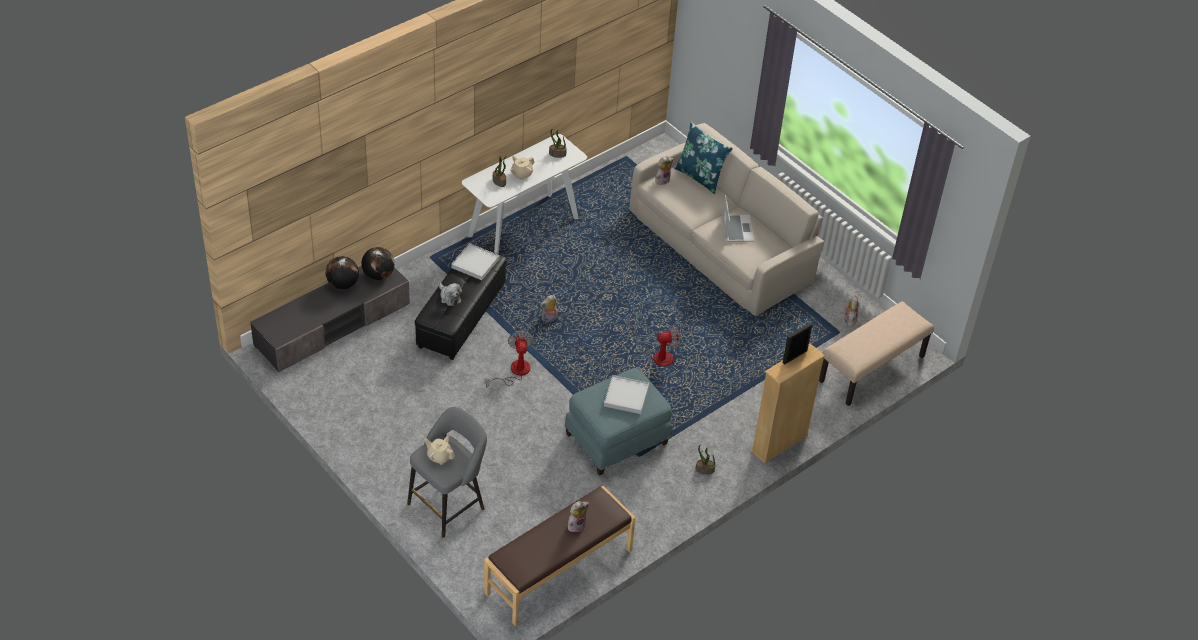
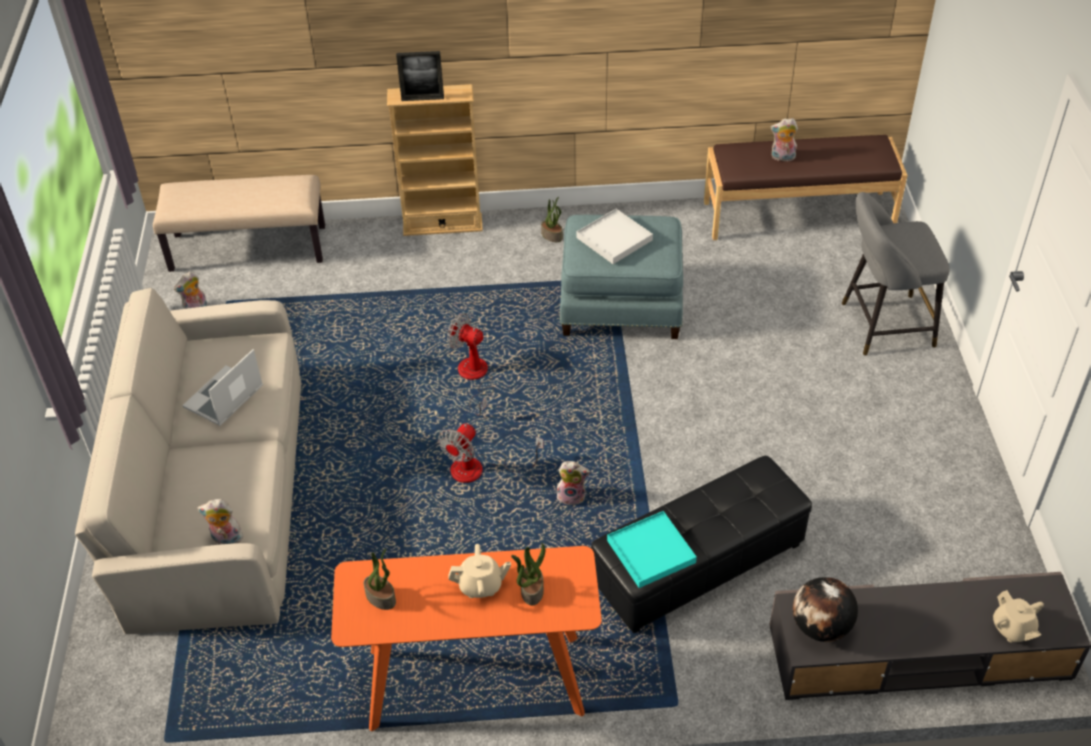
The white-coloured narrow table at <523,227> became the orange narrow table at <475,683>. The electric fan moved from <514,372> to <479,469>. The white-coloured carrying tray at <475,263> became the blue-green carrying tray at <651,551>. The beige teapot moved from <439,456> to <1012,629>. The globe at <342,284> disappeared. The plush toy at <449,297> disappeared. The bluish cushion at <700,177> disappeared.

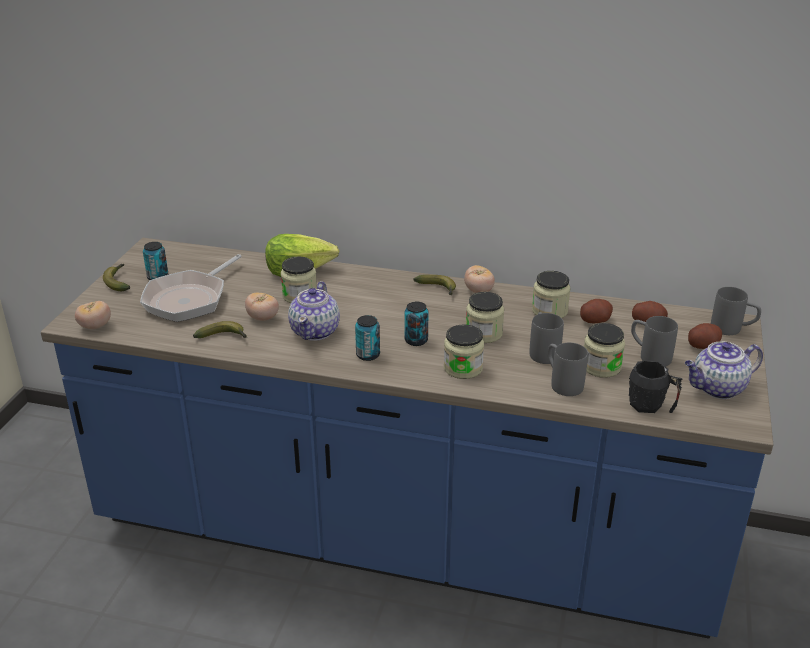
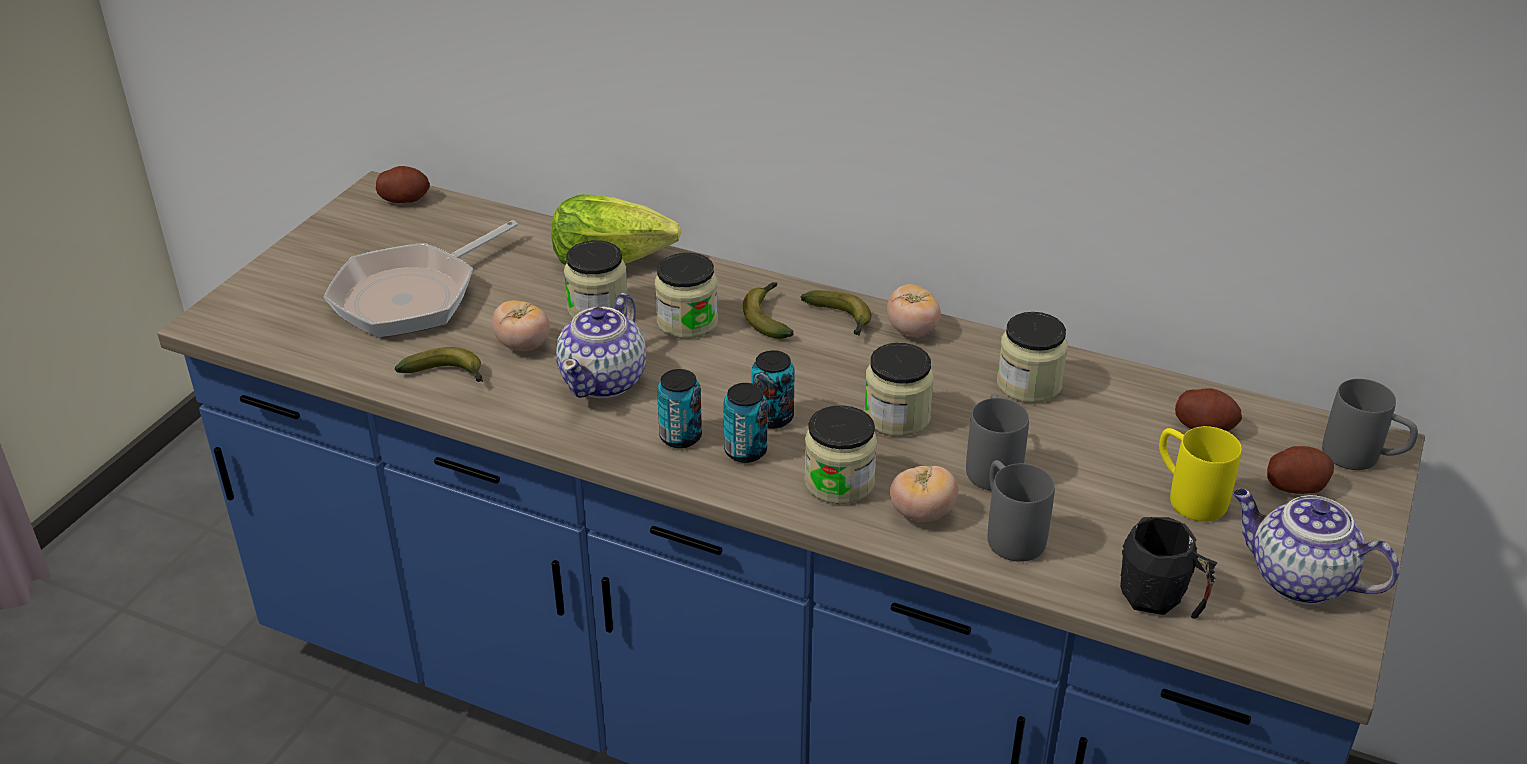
The potato moved from <595,320> to <404,199>. The jar moved from <601,367> to <687,322>. The can moved from <158,277> to <745,451>. The banana fruit moved from <118,281> to <768,317>. The whole tomato moved from <95,326> to <922,513>. The grey tea mug at <649,356> became the yellowish tea mug at <1187,495>. The teapot at <717,389> turned 45 degrees clockwise.

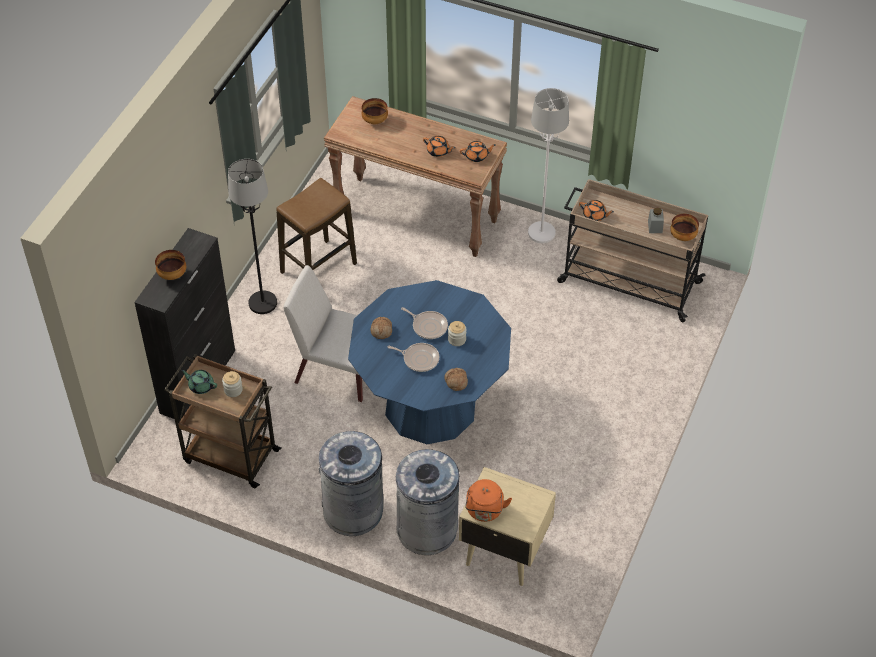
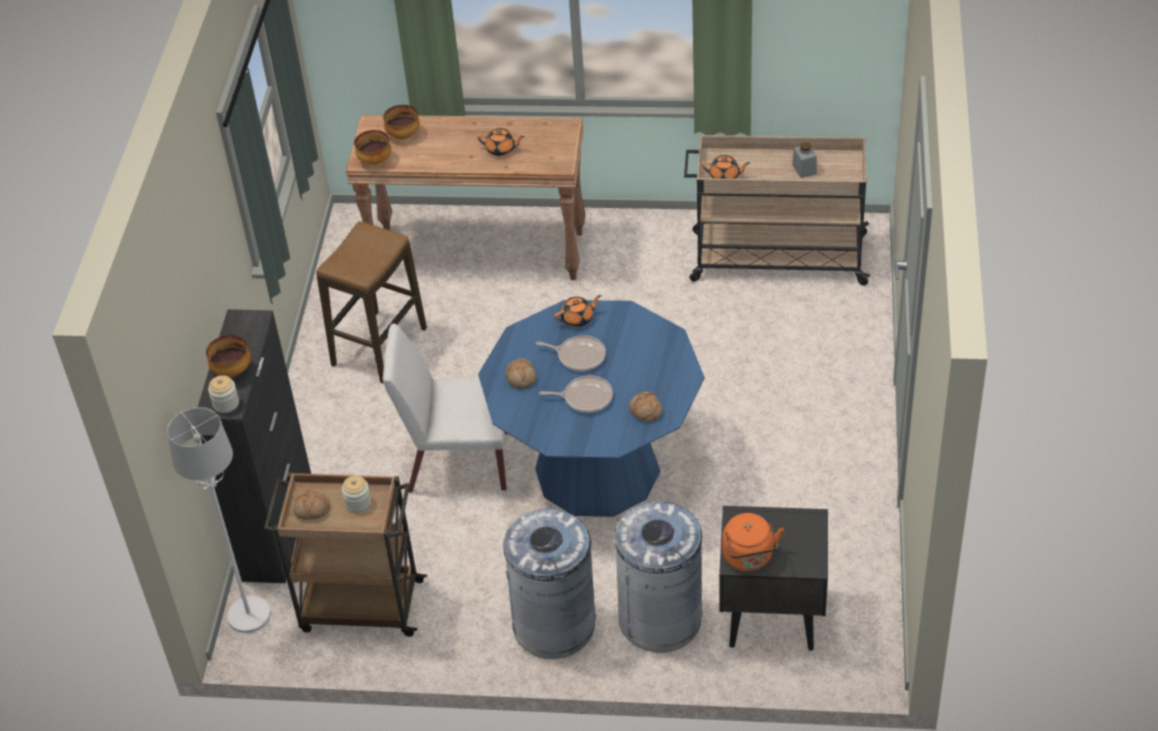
The white-coloured standard lamp moved from <542,233> to <249,615>. The jar moved from <457,339> to <226,404>. The greenish teapot at <201,386> was replaced by the bread at <312,510>. The deep dish moved from <682,237> to <374,161>. The orange teapot moved from <477,156> to <578,318>. The beige bedside table at <503,551> became the blackish bedside table at <770,616>. The blackish standard lamp at <263,303> disappeared.

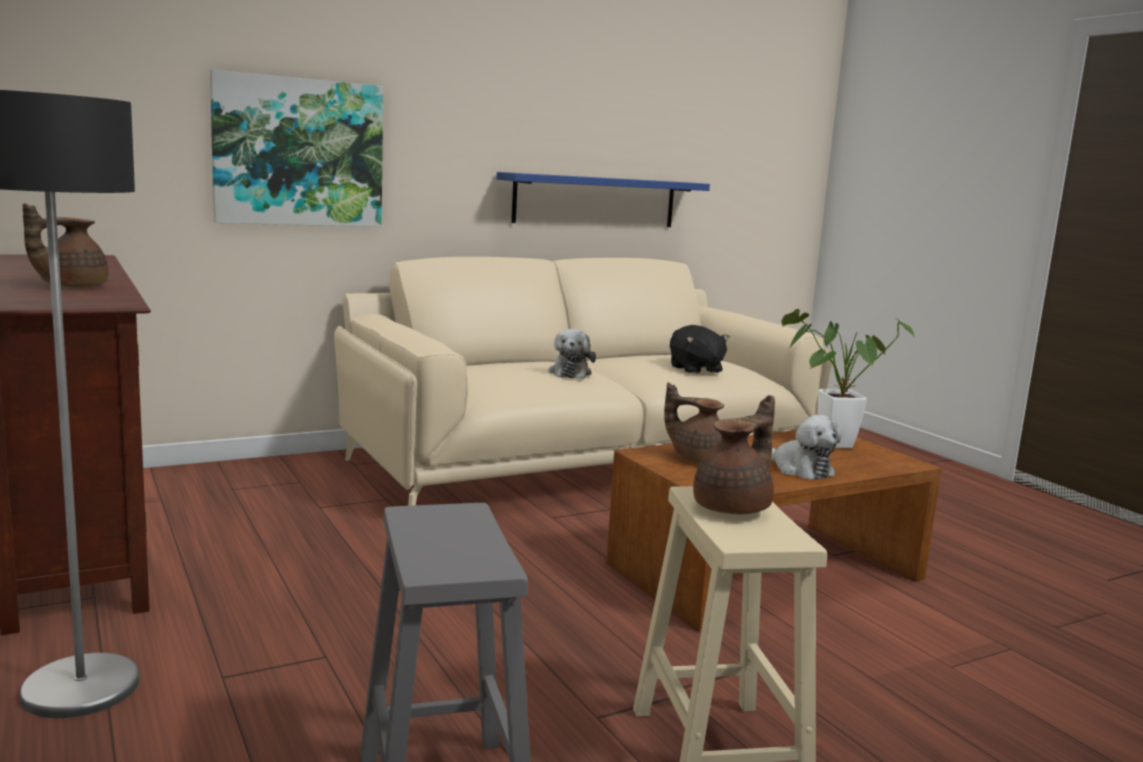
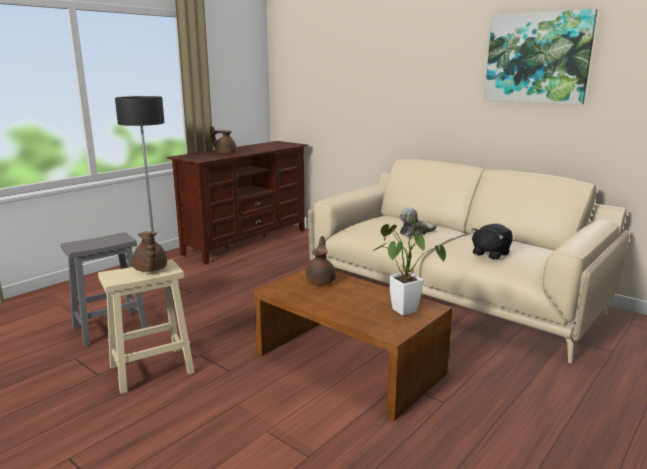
The brown teapot at <735,507> turned 45 degrees clockwise. The wall picture moved from <299,152> to <537,58>. The bluish shelf at <595,201> disappeared. The plush toy at <799,469> disappeared.

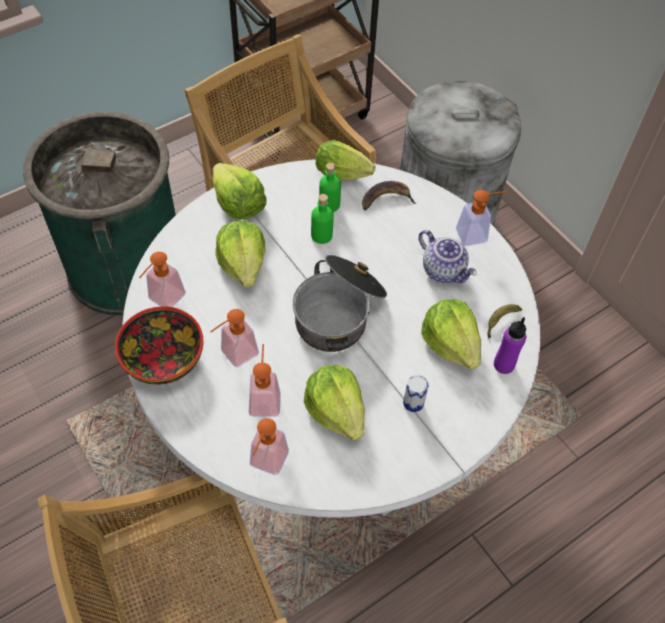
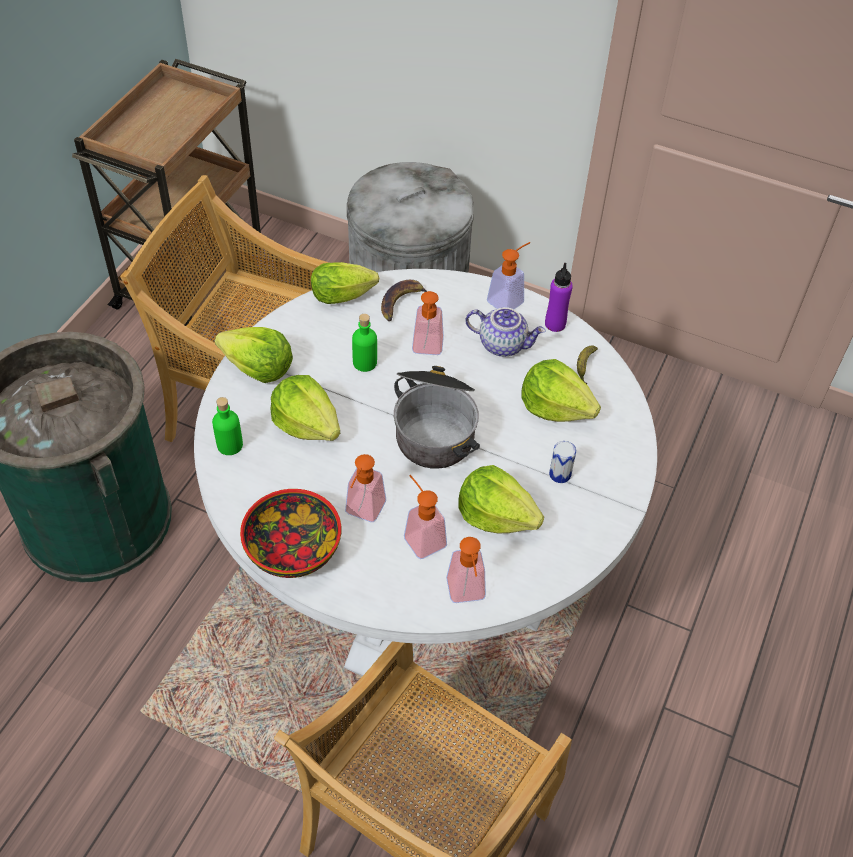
The greenish beverage bottle moved from <329,204> to <230,445>. The soap dispenser moved from <163,301> to <427,349>. The purple beverage bottle moved from <503,364> to <555,324>.

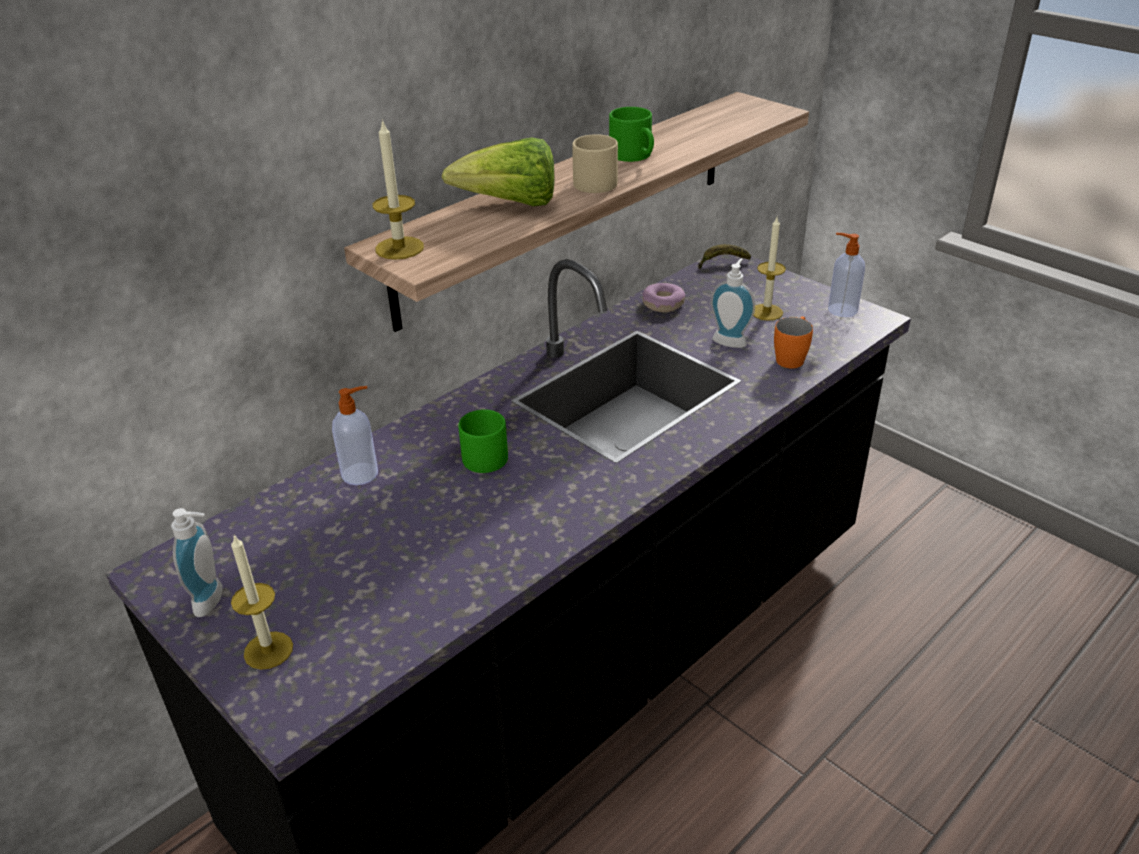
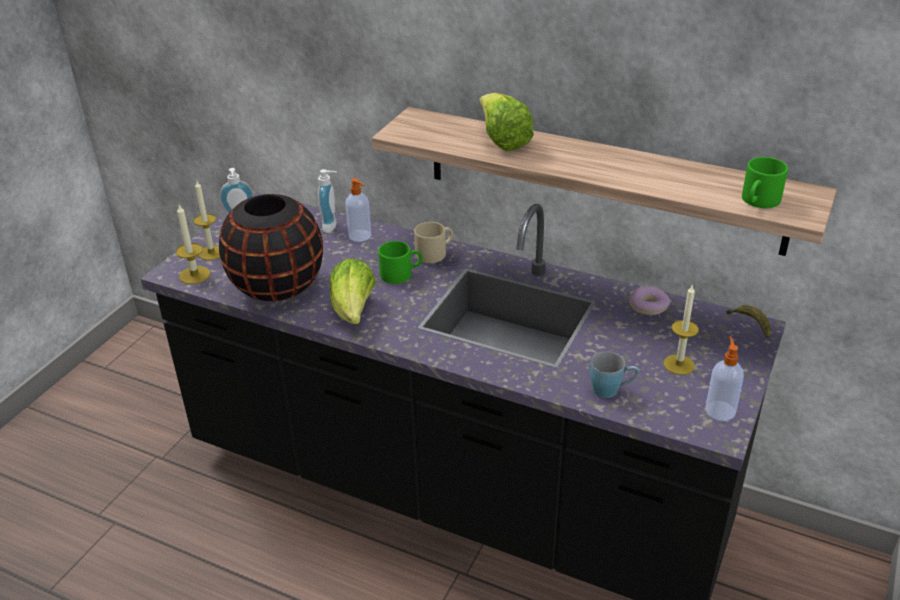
The wax light moved from <399,248> to <194,275>. The blackish flower vase at <277,287> appeared. The soap dispenser moved from <731,340> to <332,226>. The lettuce at <354,311> appeared. The beige tea mug moved from <592,181> to <435,252>. The orange tea mug at <792,357> became the bluish tea mug at <612,390>. The greenish tea mug moved from <635,156> to <759,202>.

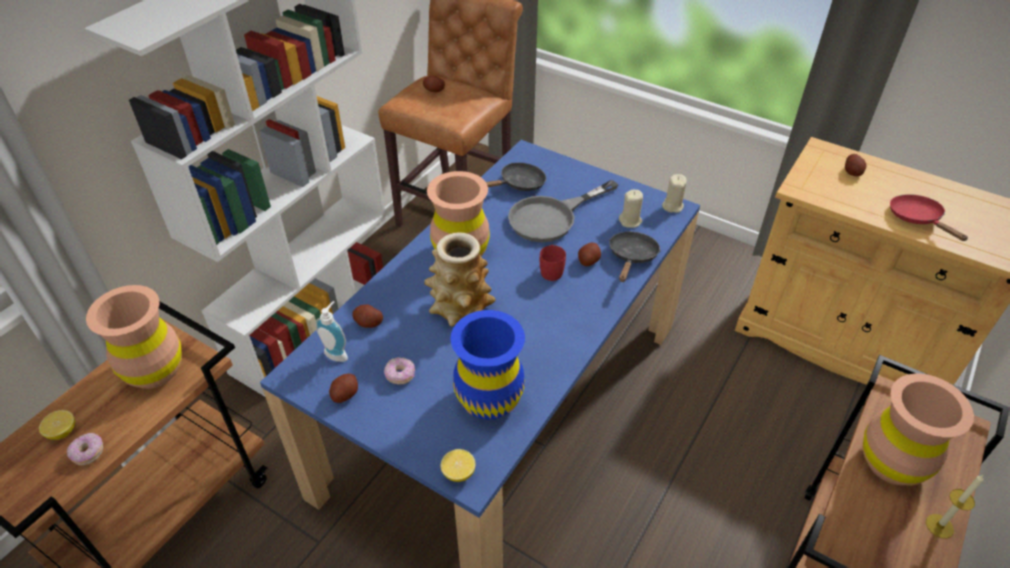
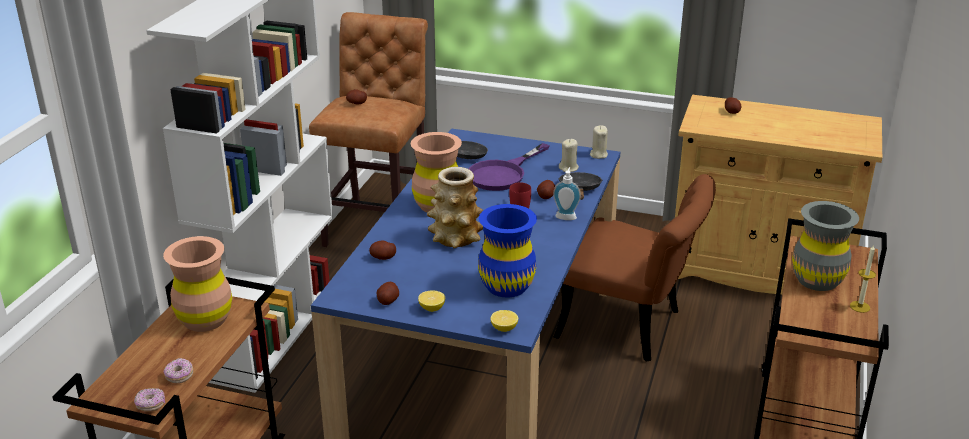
The donut moved from <400,375> to <151,405>. The citrus fruit moved from <62,432> to <432,308>. The grey skillet at <552,217> became the purple skillet at <503,174>. The soap dispenser moved from <337,353> to <566,216>. The brown plain chair at <631,327> appeared. The brown flower vase at <892,462> became the grey flower vase at <817,280>. The reddish skillet at <917,219> disappeared.

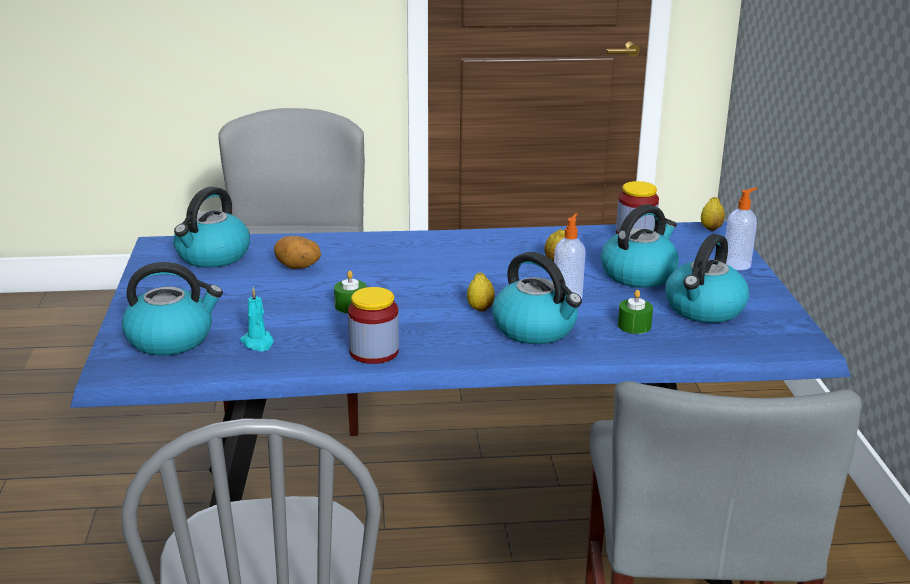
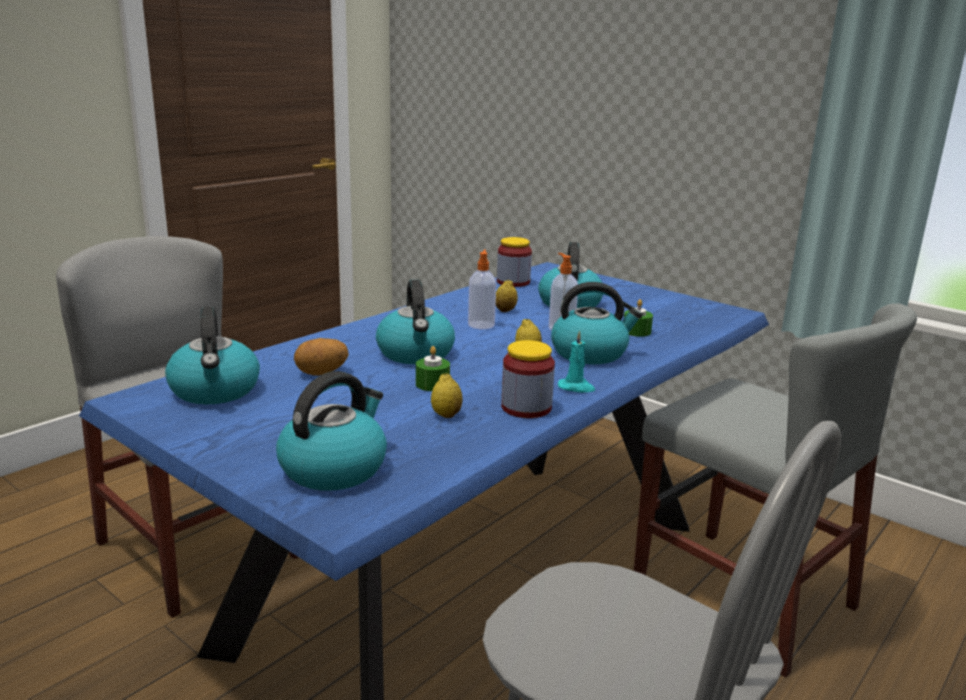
The kettle moved from <704,309> to <416,354>. The citrus fruit moved from <711,228> to <446,415>. The soap dispenser moved from <737,264> to <481,325>. The blue-green wax light moved from <258,343> to <576,387>.

